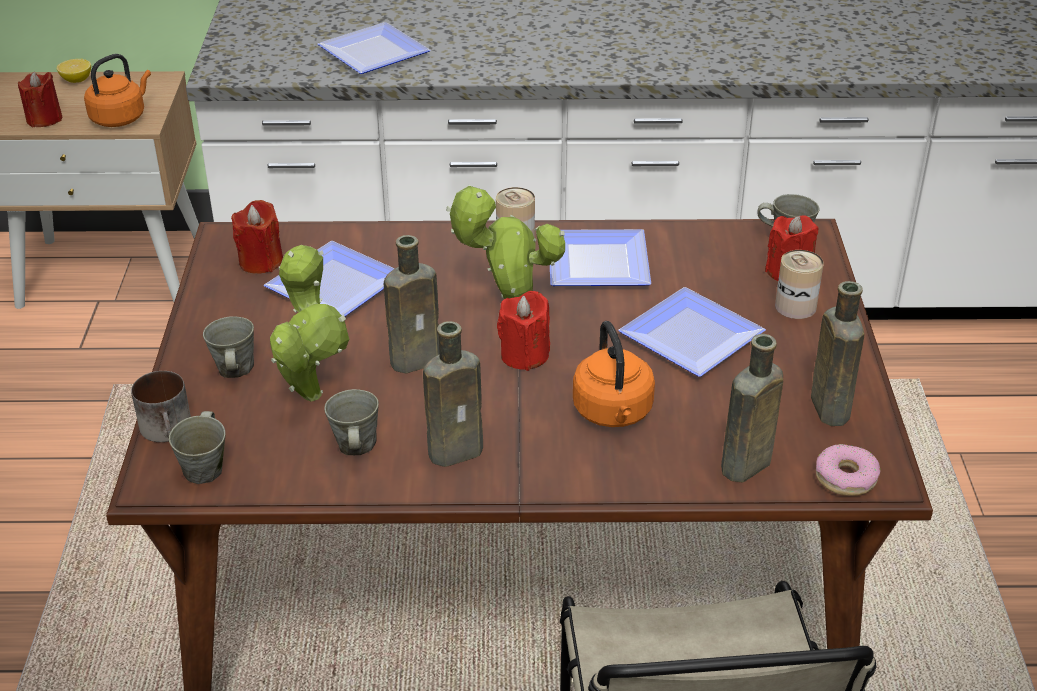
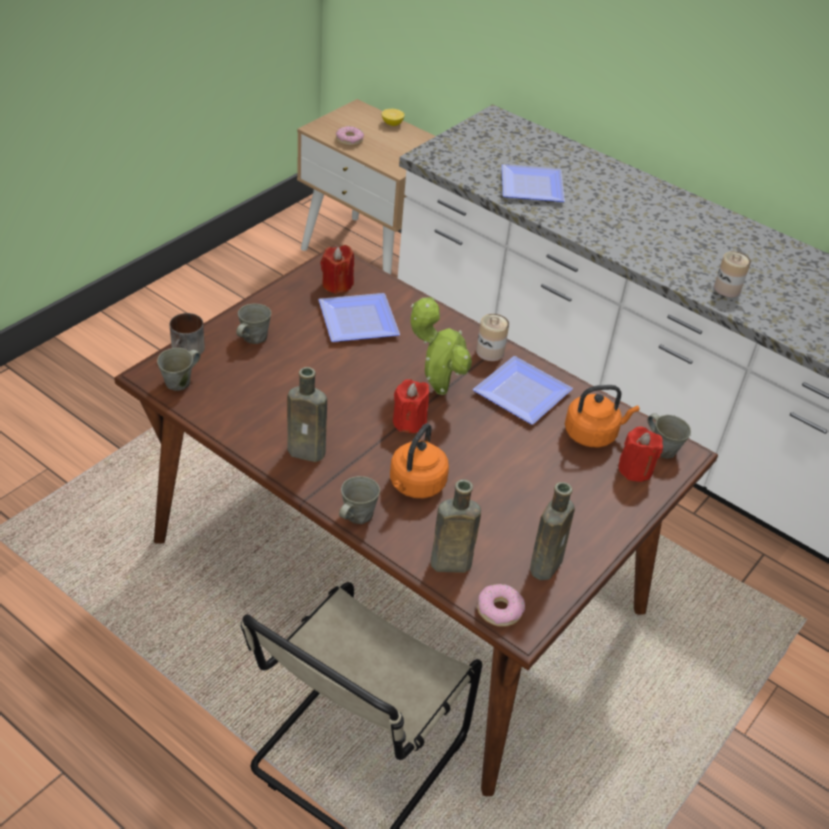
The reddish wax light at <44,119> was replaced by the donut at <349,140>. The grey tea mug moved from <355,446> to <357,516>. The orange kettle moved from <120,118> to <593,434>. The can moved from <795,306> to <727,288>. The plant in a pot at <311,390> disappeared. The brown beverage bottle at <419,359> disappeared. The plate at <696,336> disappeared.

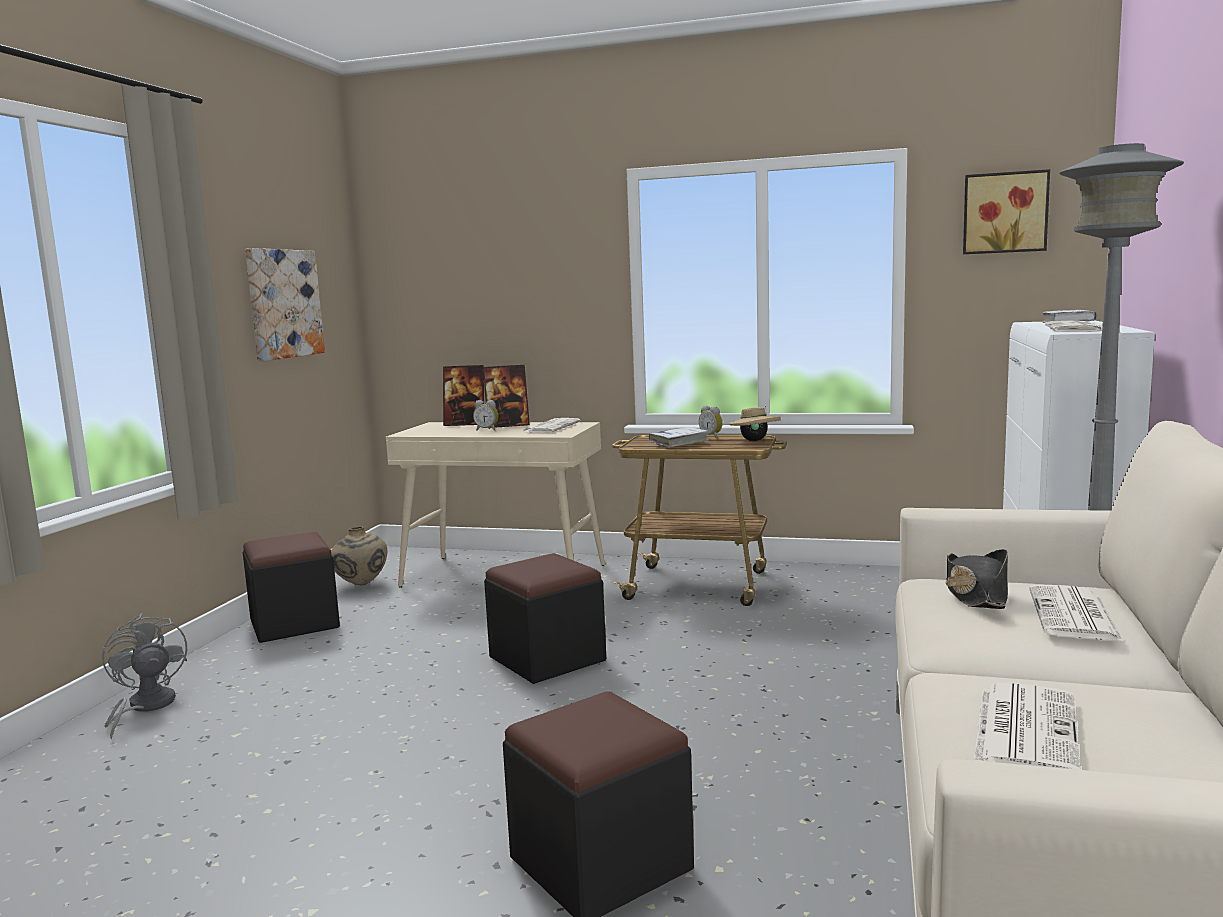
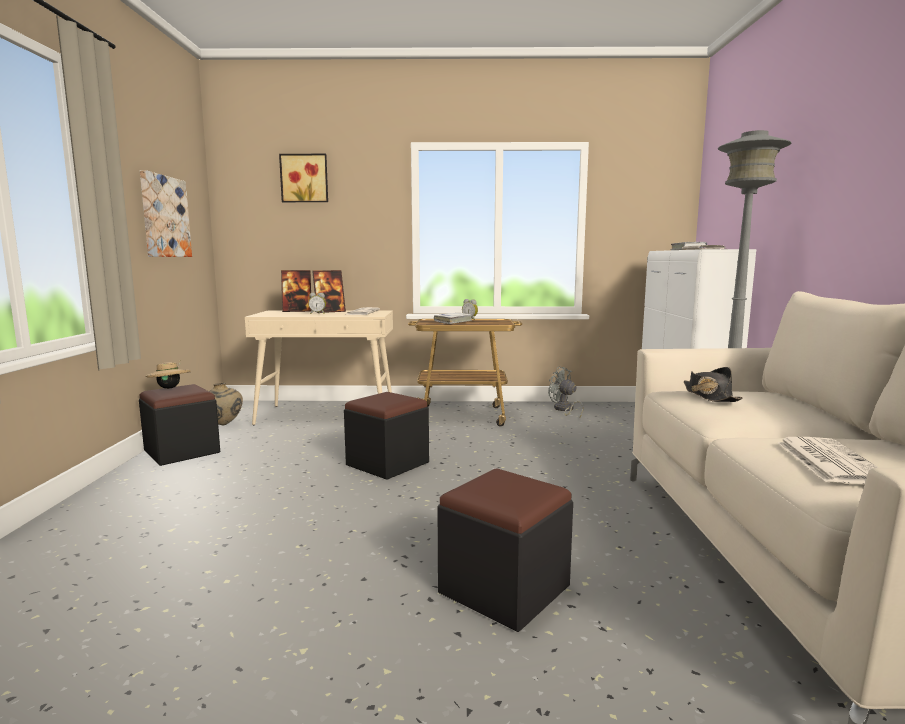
The beige wearable hat moved from <754,440> to <169,388>. The wall picture moved from <1004,213> to <304,178>. The grey electric fan moved from <145,707> to <564,410>. The daily paper at <1074,615> disappeared.

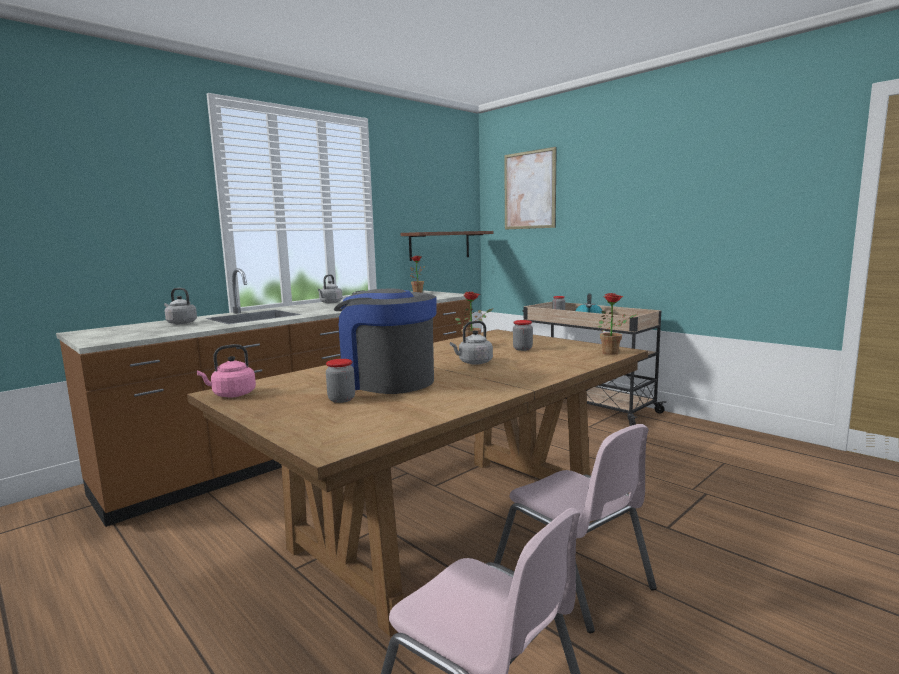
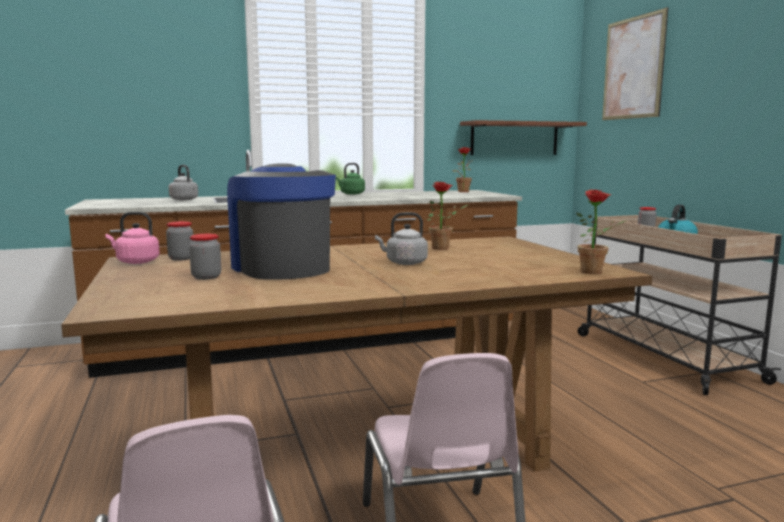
The jar moved from <522,349> to <181,258>. The grey kettle at <330,302> became the greenish kettle at <351,194>.

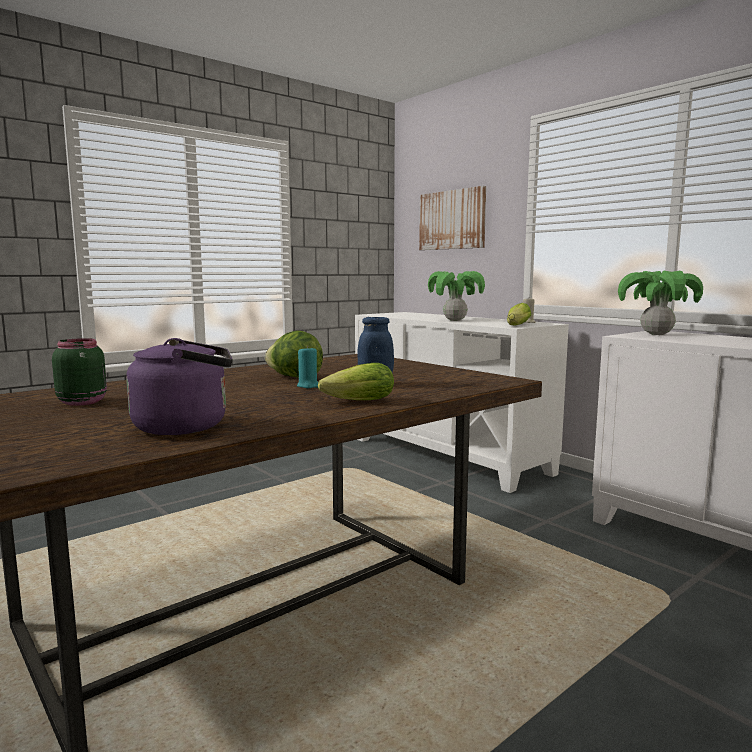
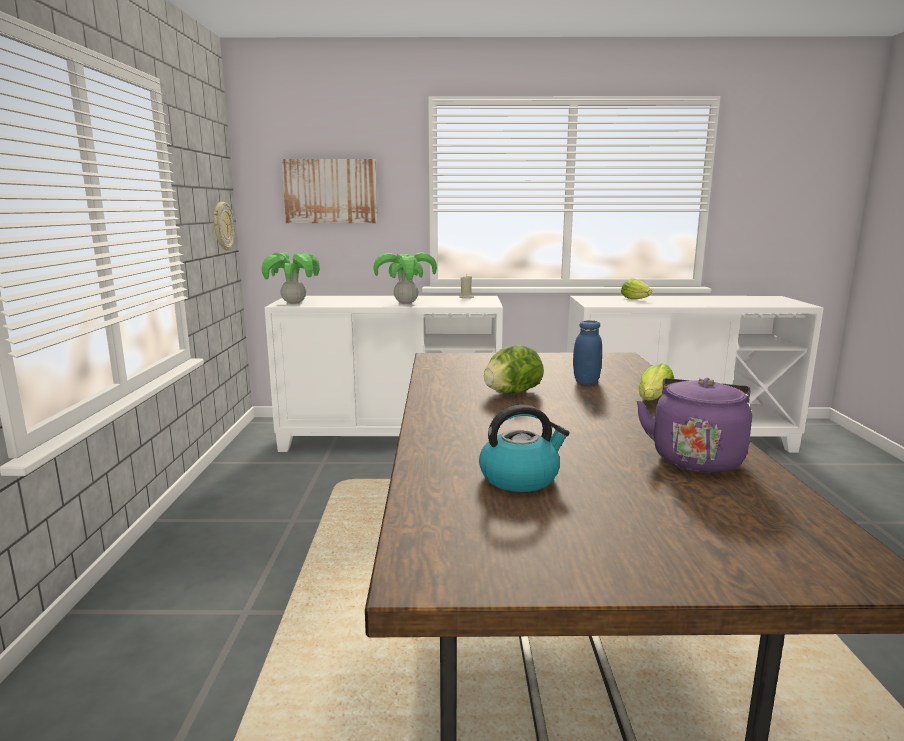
The clock on the wall at <222,226> appeared. The plant in a pot moved from <657,334> to <294,303>. The greenish jar at <82,402> was replaced by the kettle at <520,478>. The lettuce moved from <516,326> to <636,299>. The blue-green wax light at <308,386> disappeared.

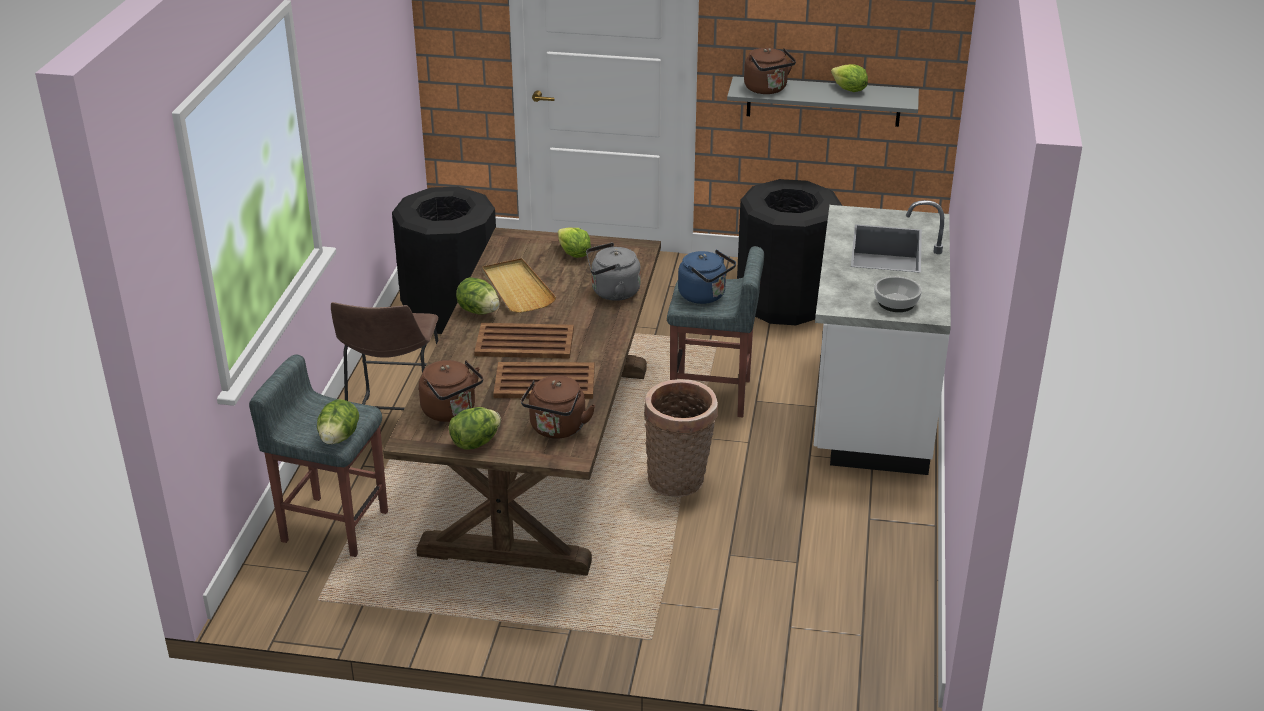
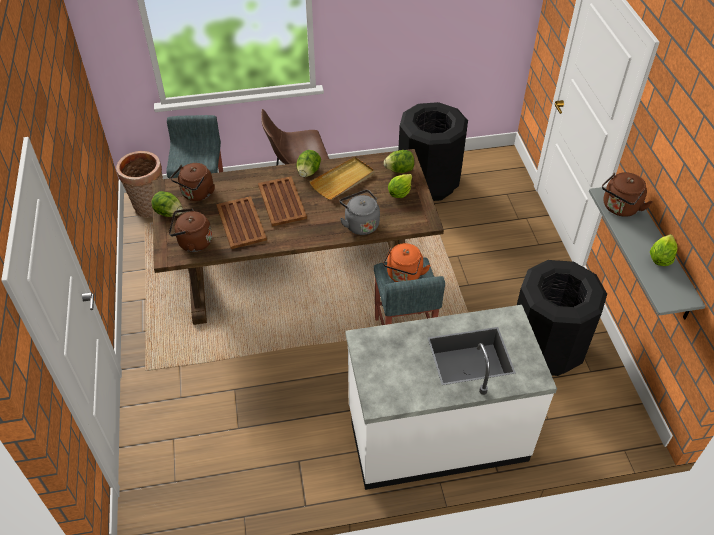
The basket moved from <679,481> to <150,208>. The bluish kettle at <705,296> became the orange kettle at <404,276>. The lettuce moved from <339,438> to <399,170>. The deep dish at <896,303> disappeared.

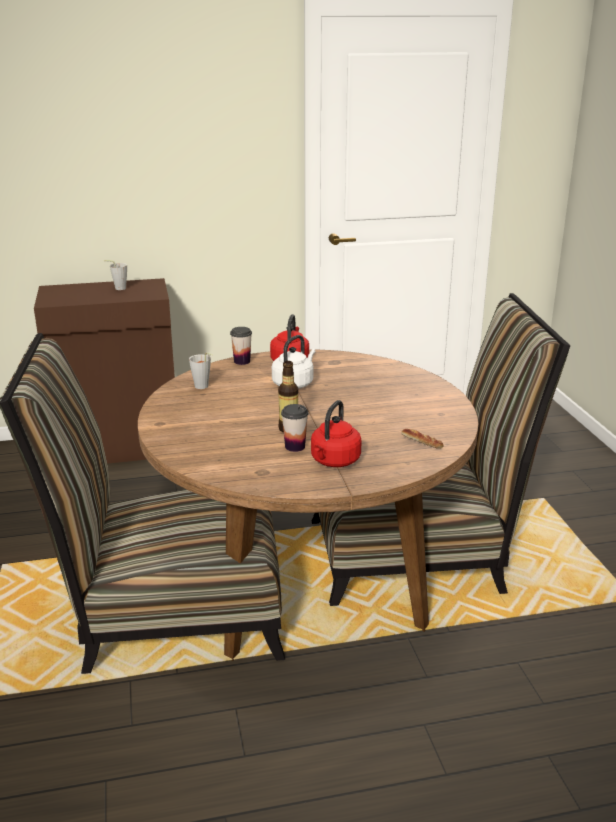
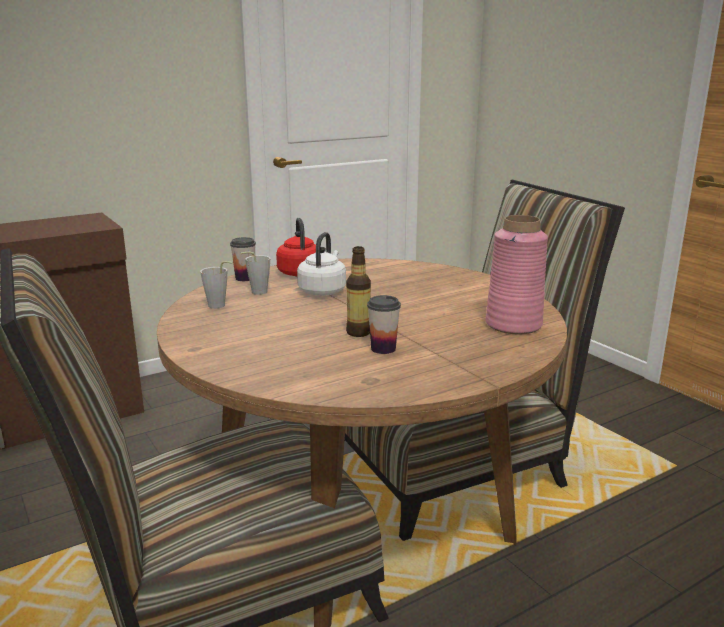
The grey drinking cup moved from <118,288> to <256,292>. The bread at <421,442> was replaced by the pink flower vase at <514,325>. The reddish kettle at <334,461> disappeared.

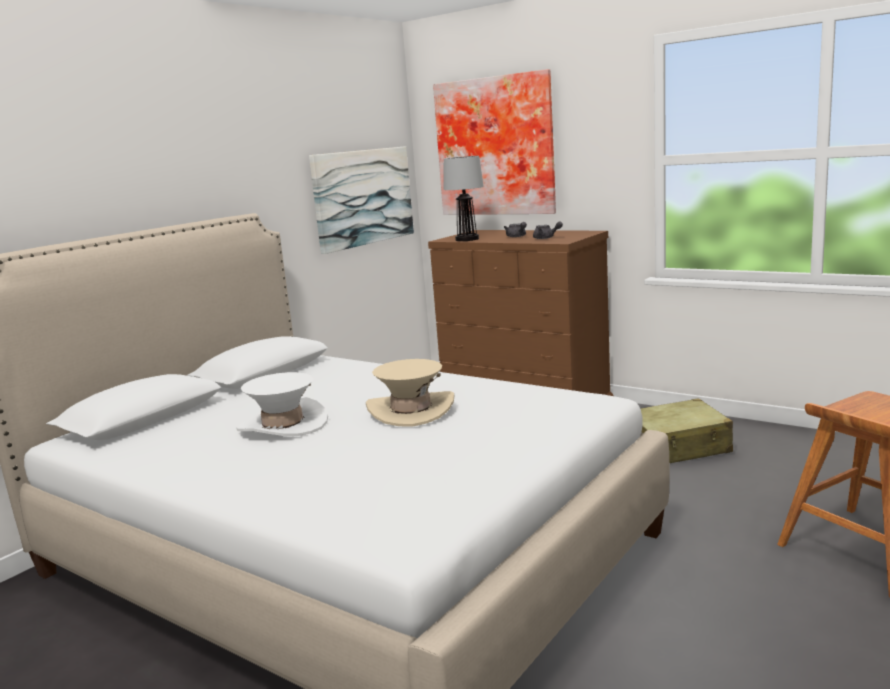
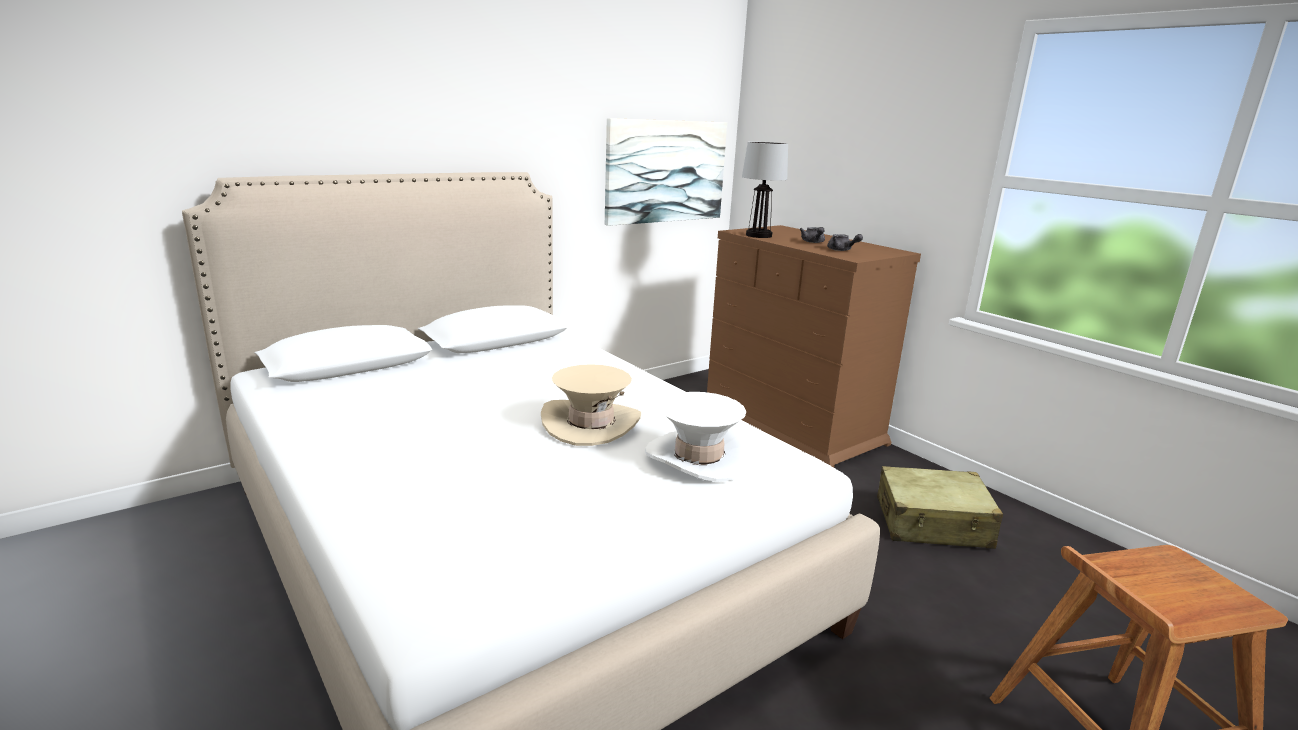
The white-coloured wearable hat moved from <283,425> to <699,457>. The wall picture at <496,146> disappeared.

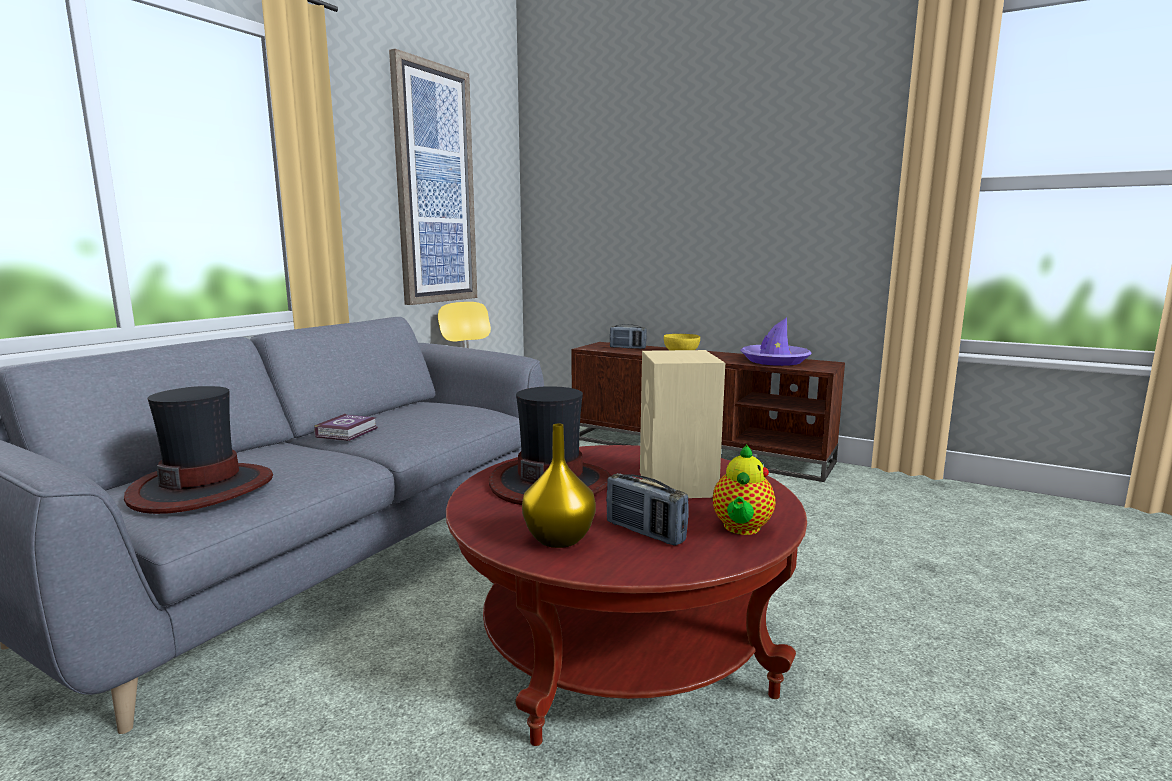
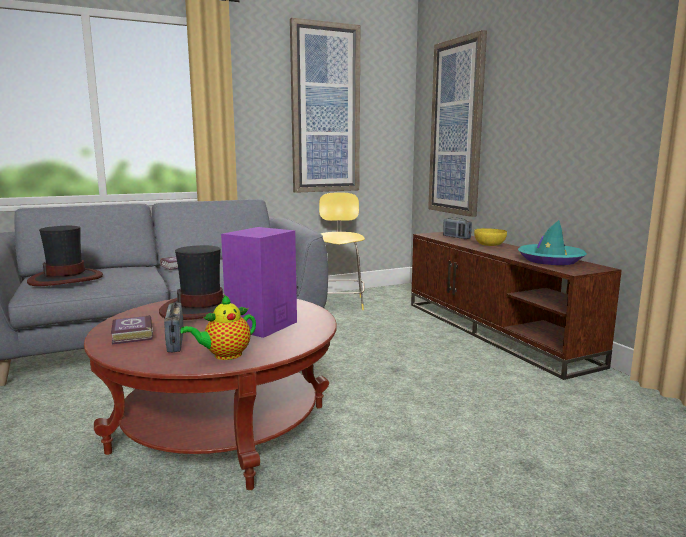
The yellowish flower vase at <559,540> was replaced by the volume at <131,335>. The beige audio speaker at <677,485> became the purple audio speaker at <261,326>. The wall picture at <457,128> appeared. The purple wearable hat at <774,361> became the blue-green wearable hat at <550,260>.

